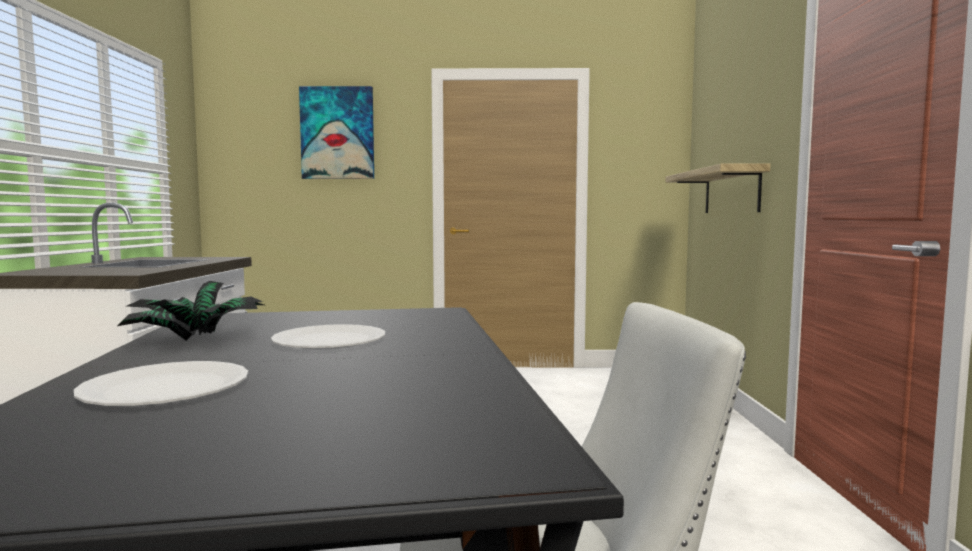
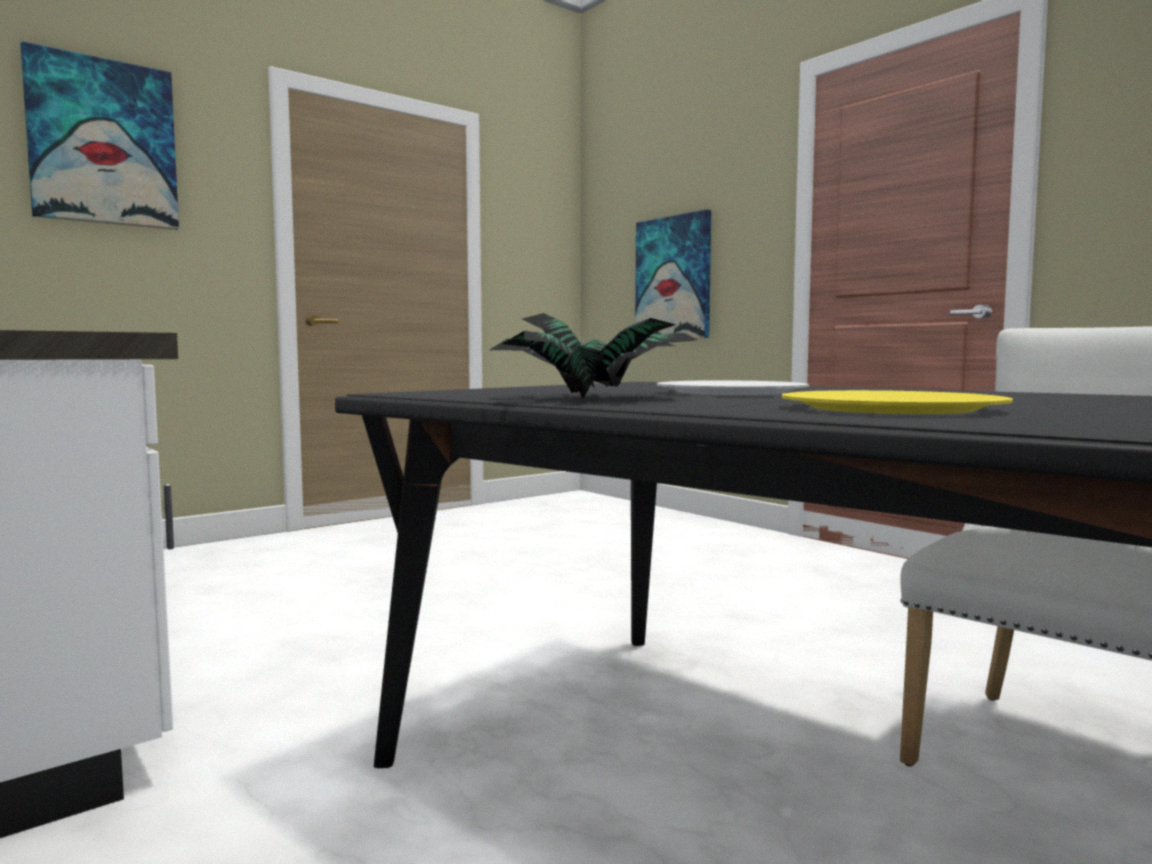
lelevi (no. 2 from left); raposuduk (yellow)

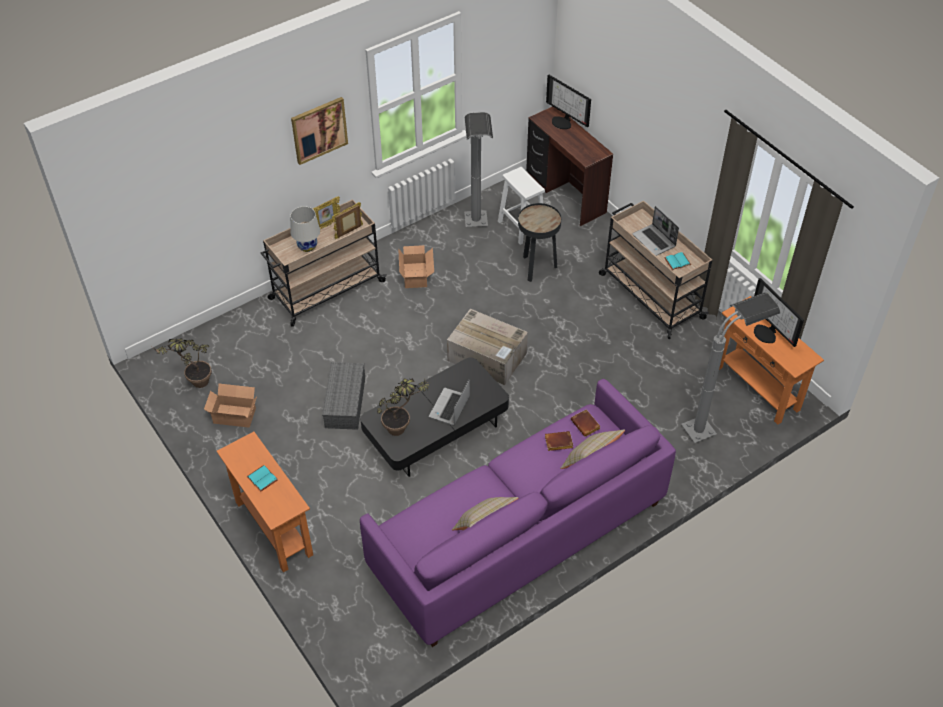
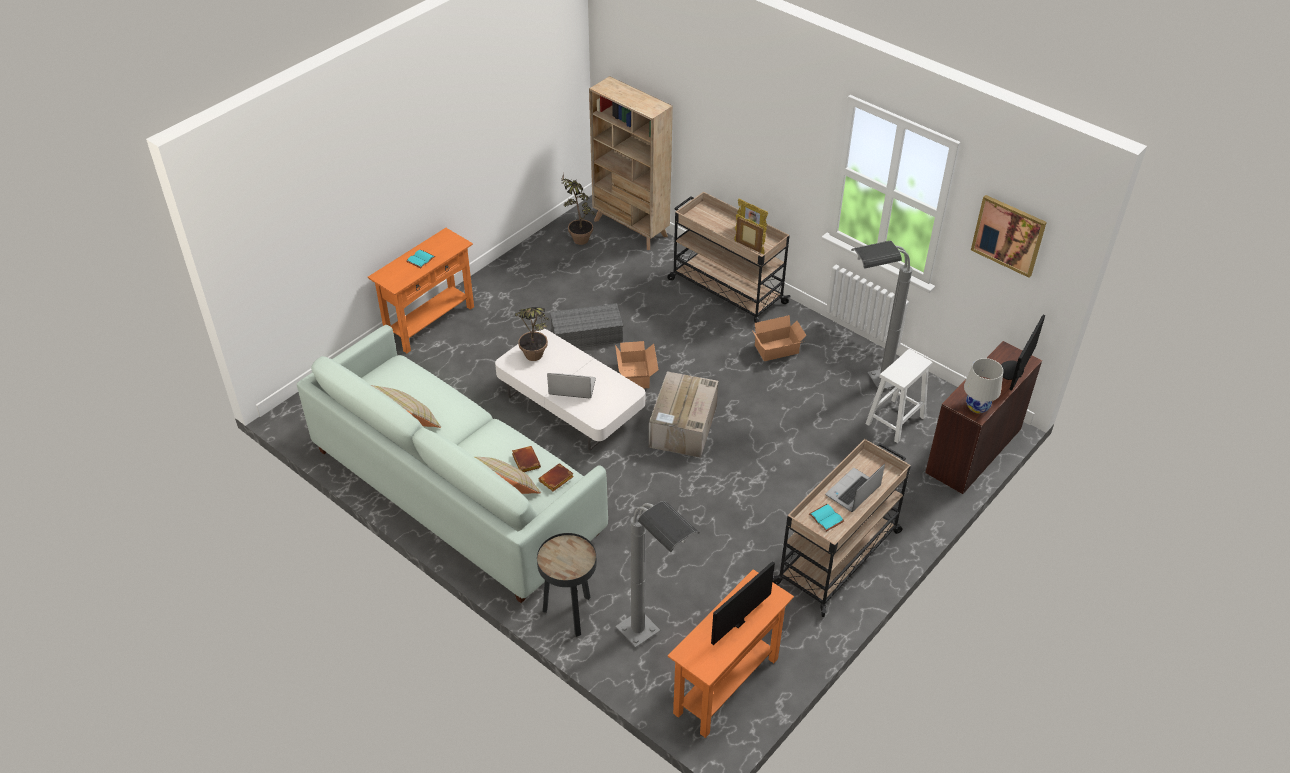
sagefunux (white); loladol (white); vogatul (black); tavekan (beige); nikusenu (no. 1 from left); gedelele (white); lelevi

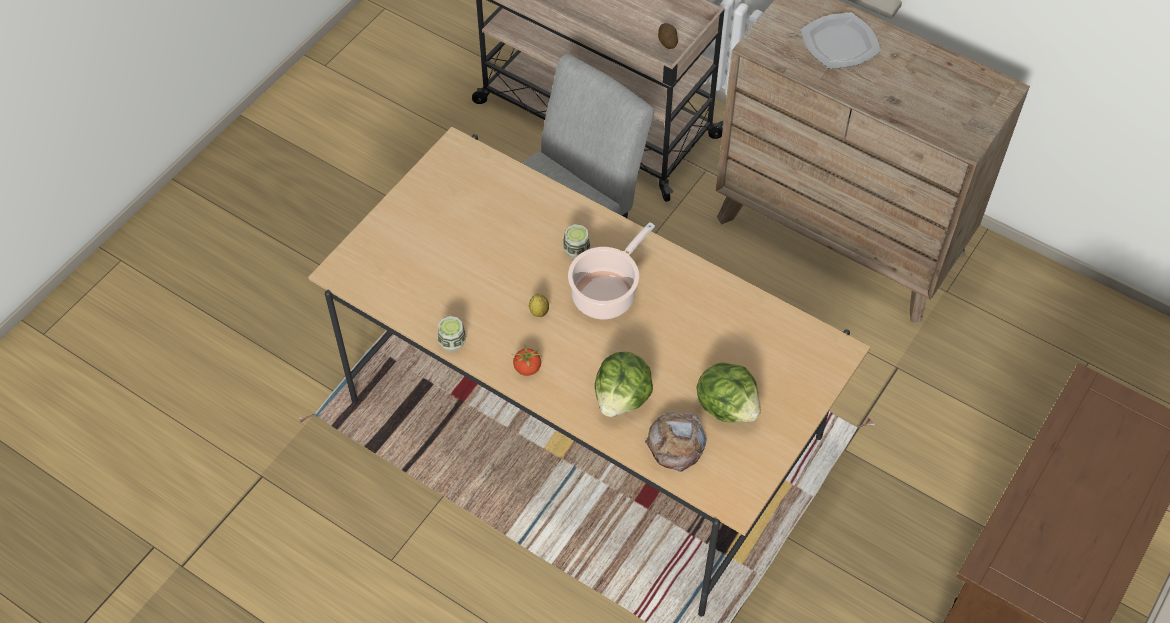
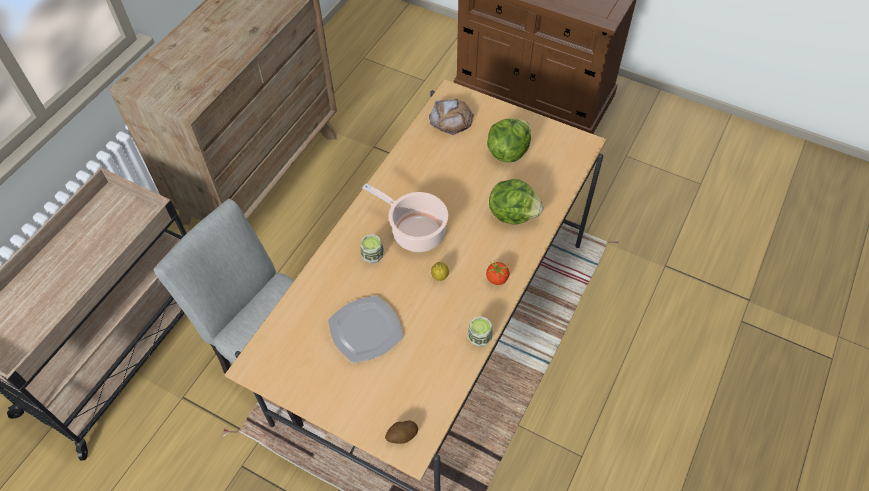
raposuduk; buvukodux; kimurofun

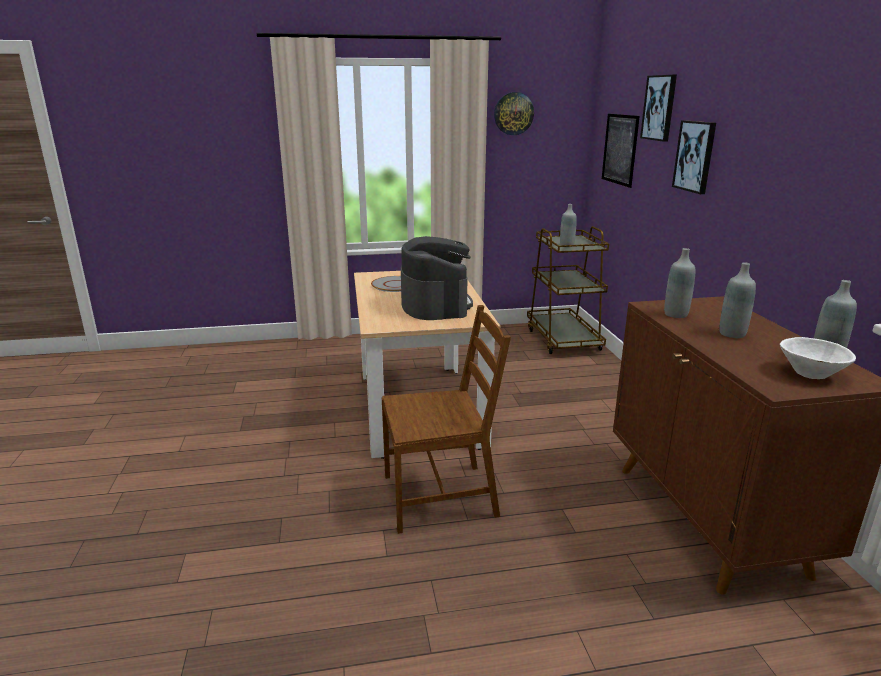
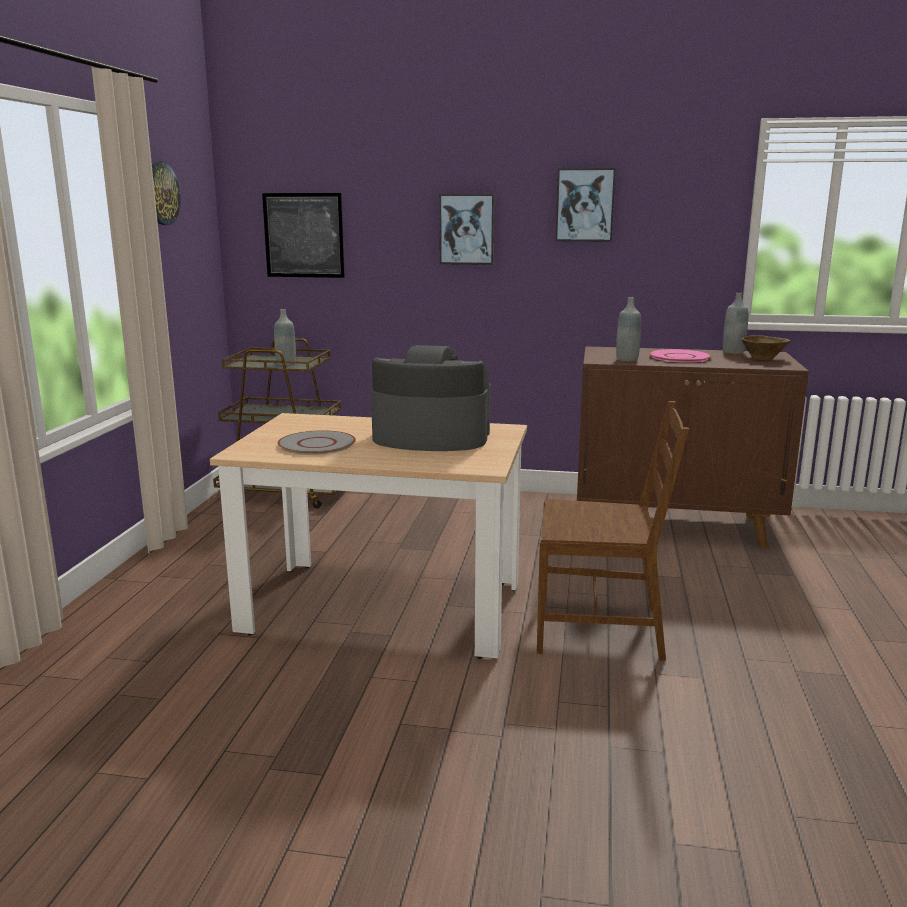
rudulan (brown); lelevi (no. 3 from left); raposuduk (pink); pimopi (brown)

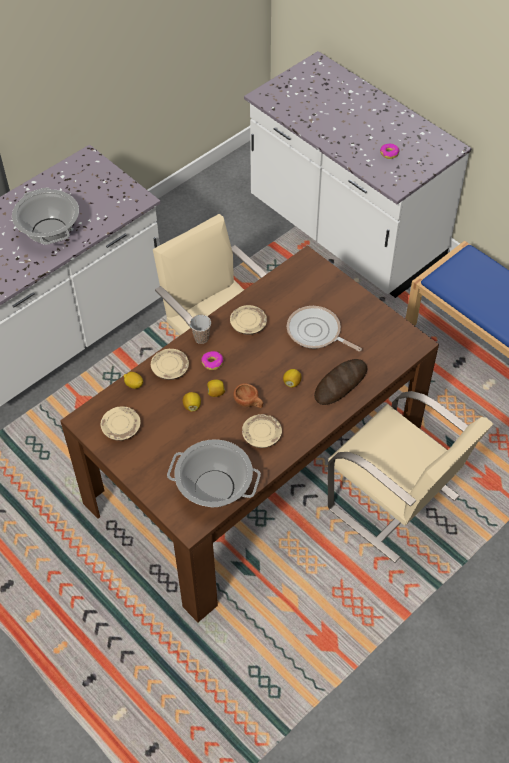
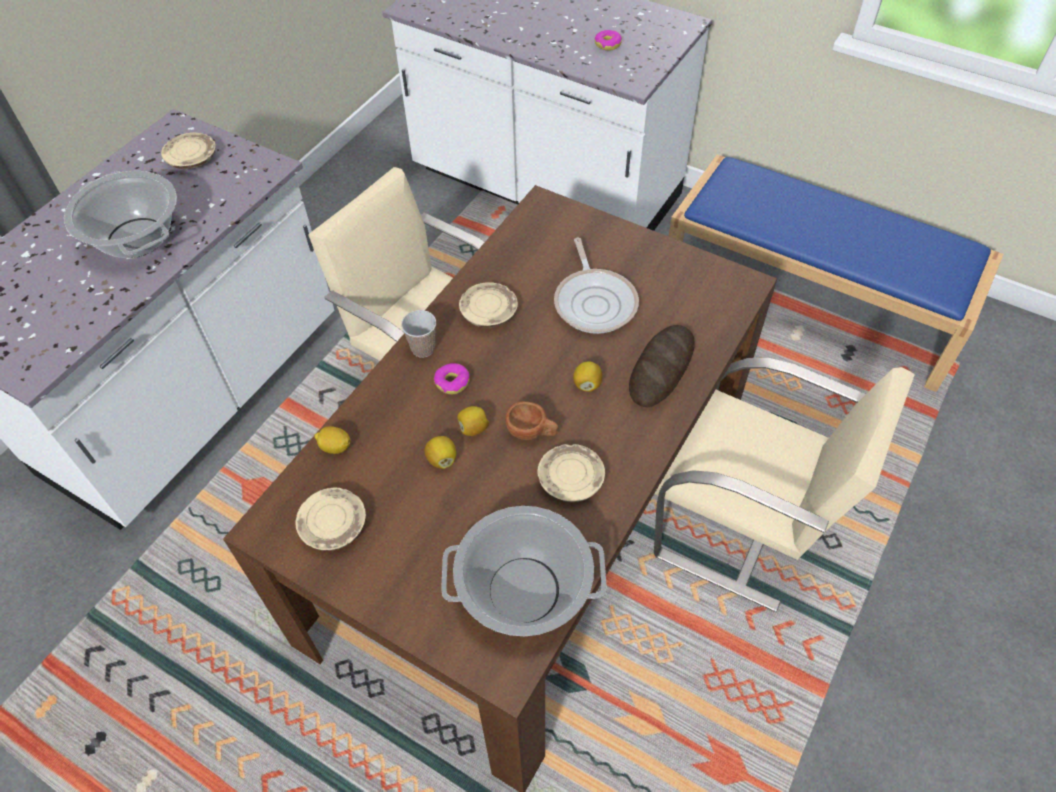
raposuduk (beige) (no. 1 from left); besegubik

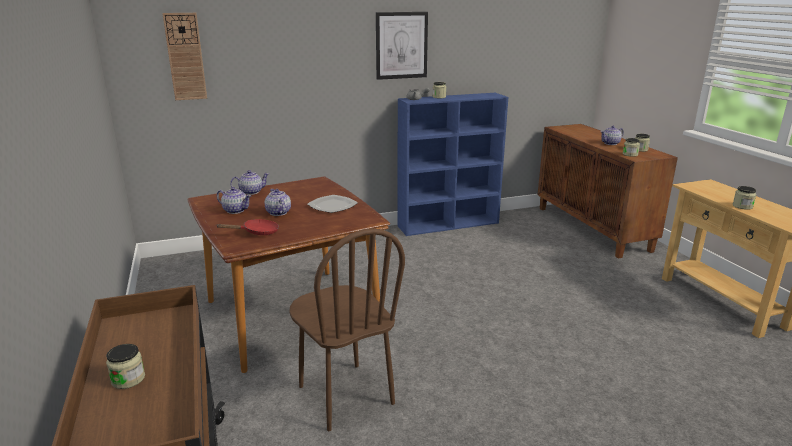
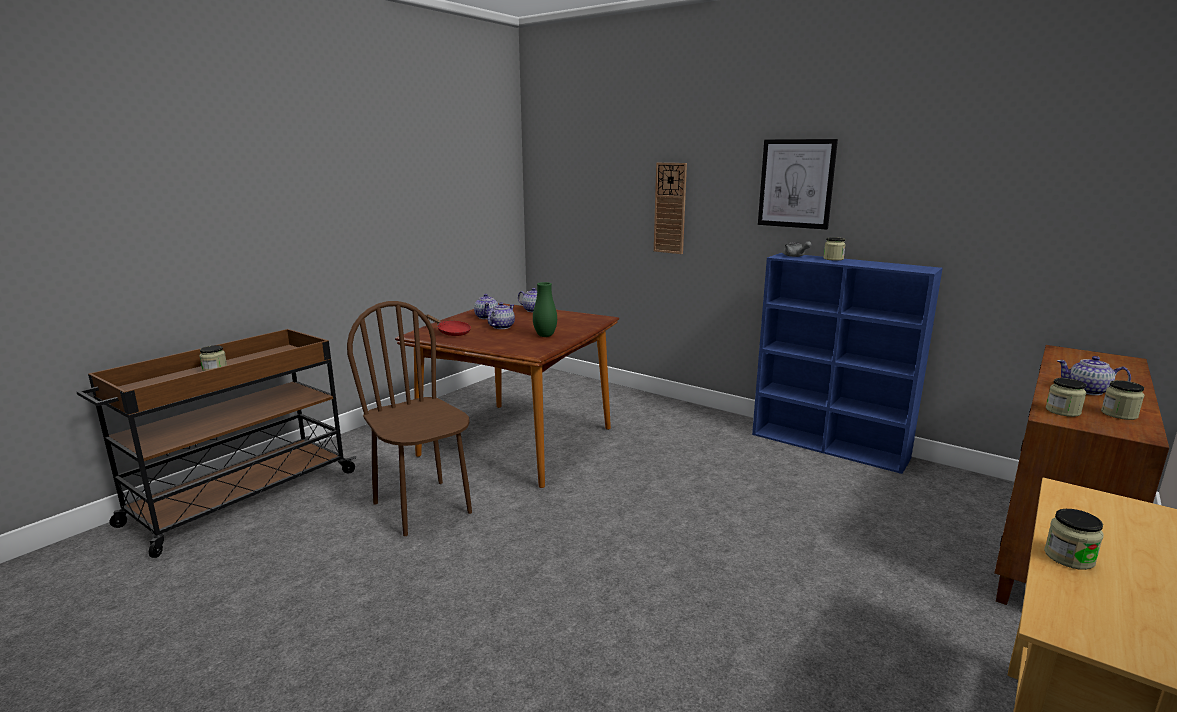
rudulan (brown); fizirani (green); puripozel

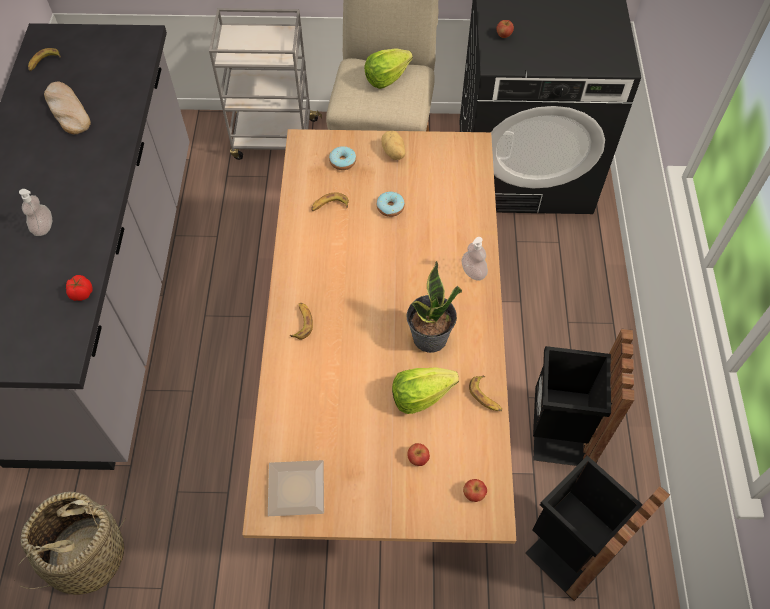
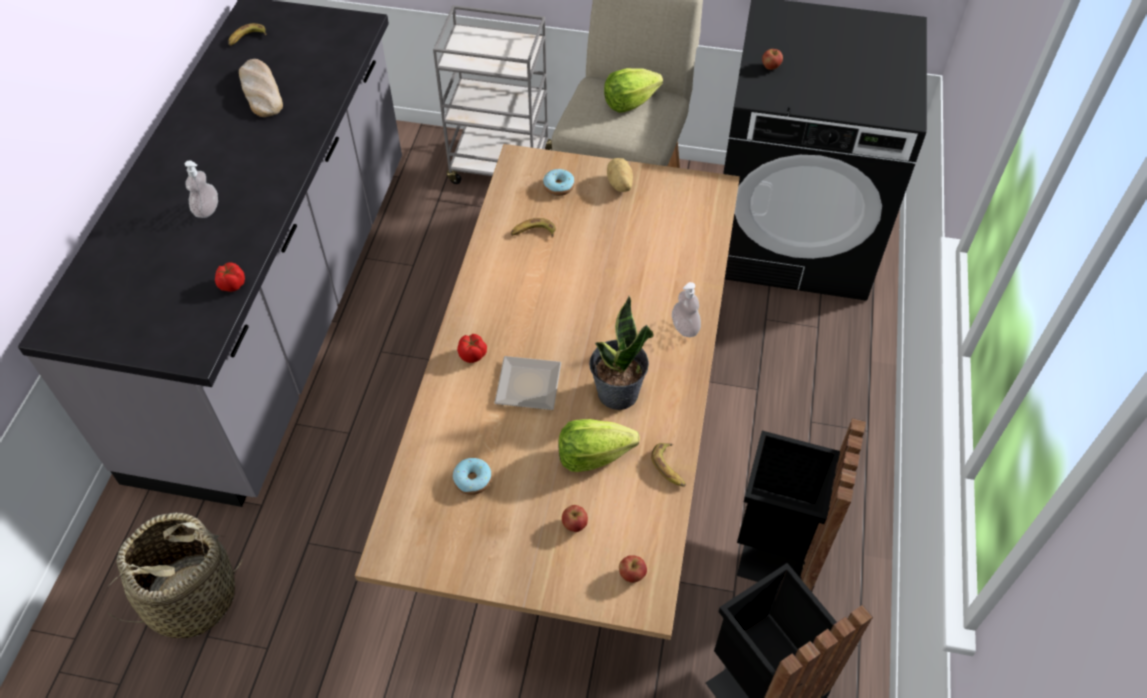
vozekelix (no. 1 from left); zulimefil (no. 2 from left); raposuduk

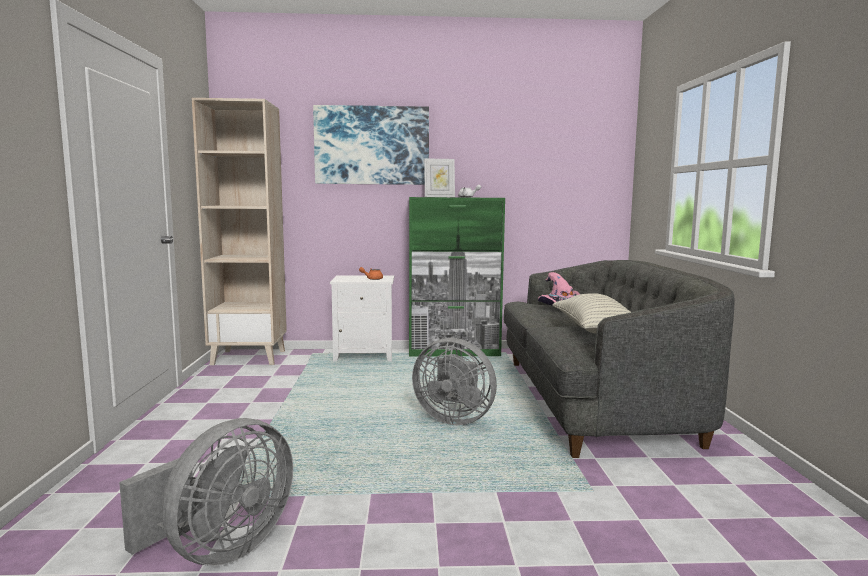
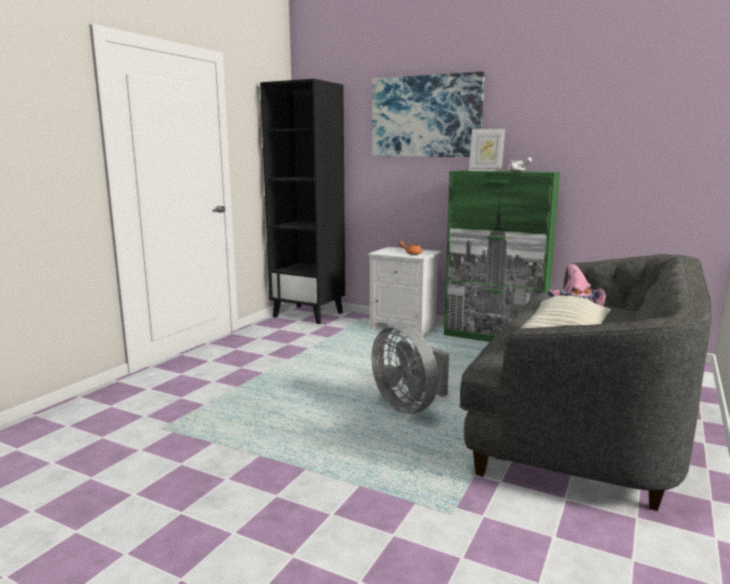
tavekan (black); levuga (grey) (no. 1 from left in the first image)

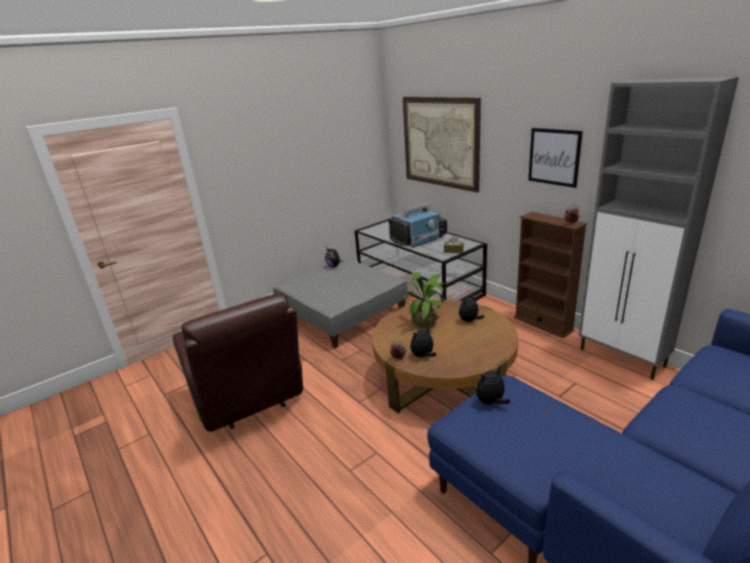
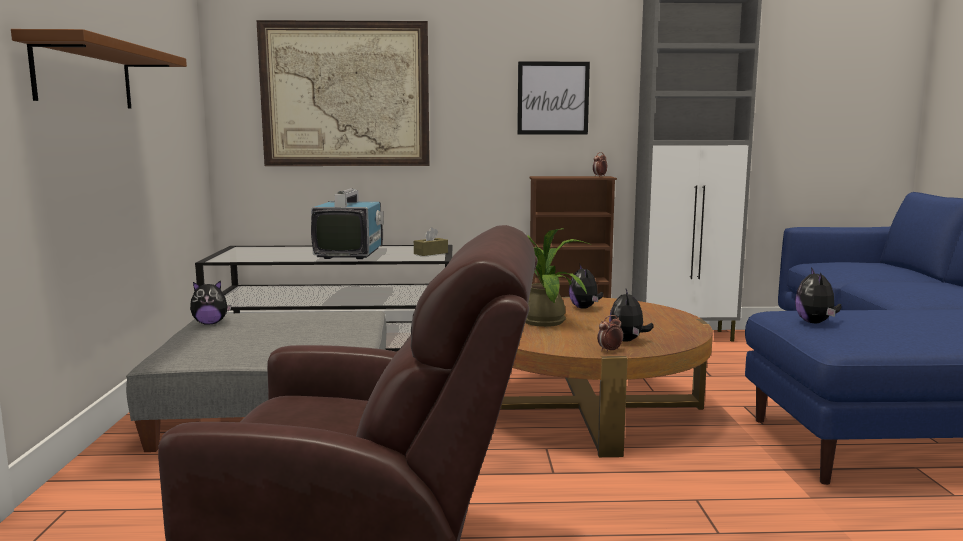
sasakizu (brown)

